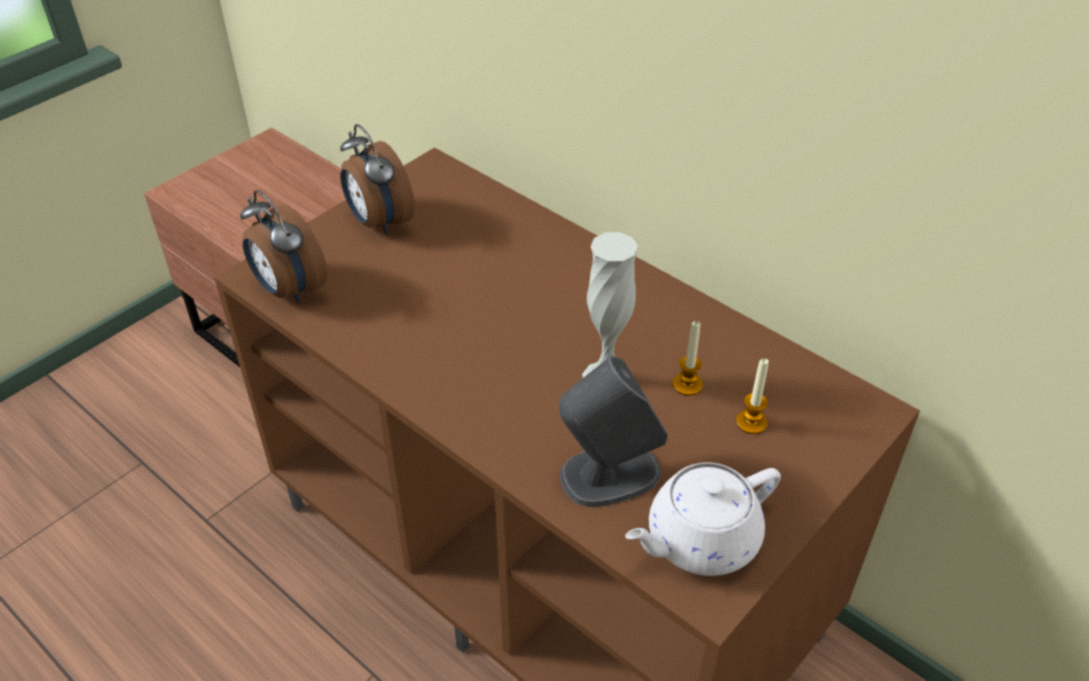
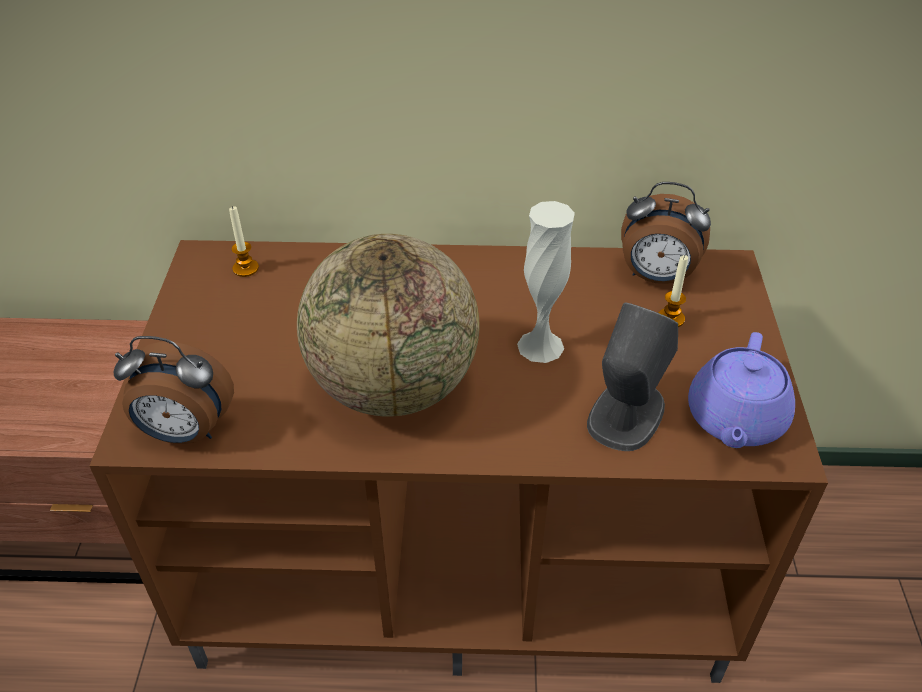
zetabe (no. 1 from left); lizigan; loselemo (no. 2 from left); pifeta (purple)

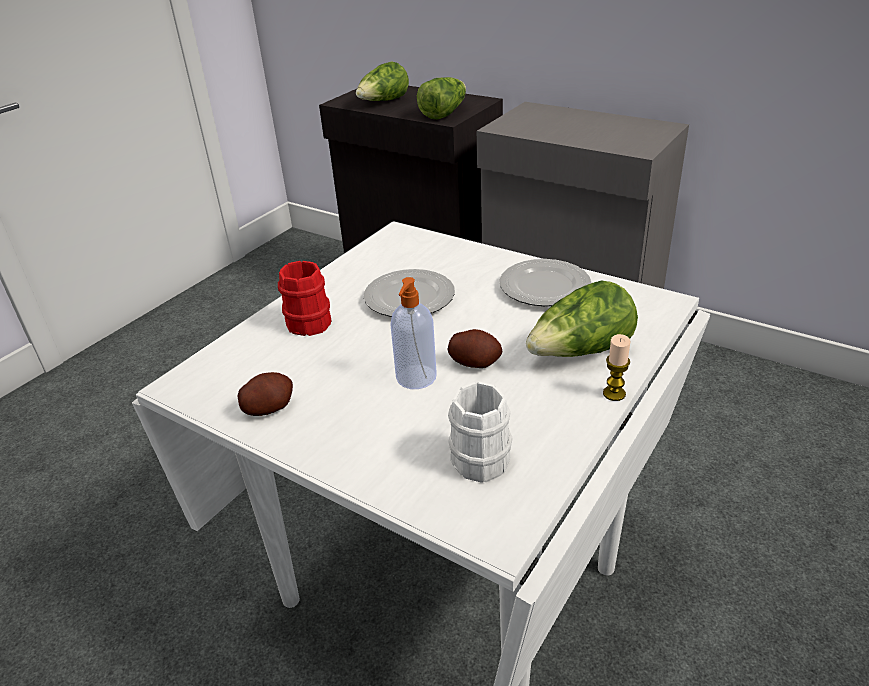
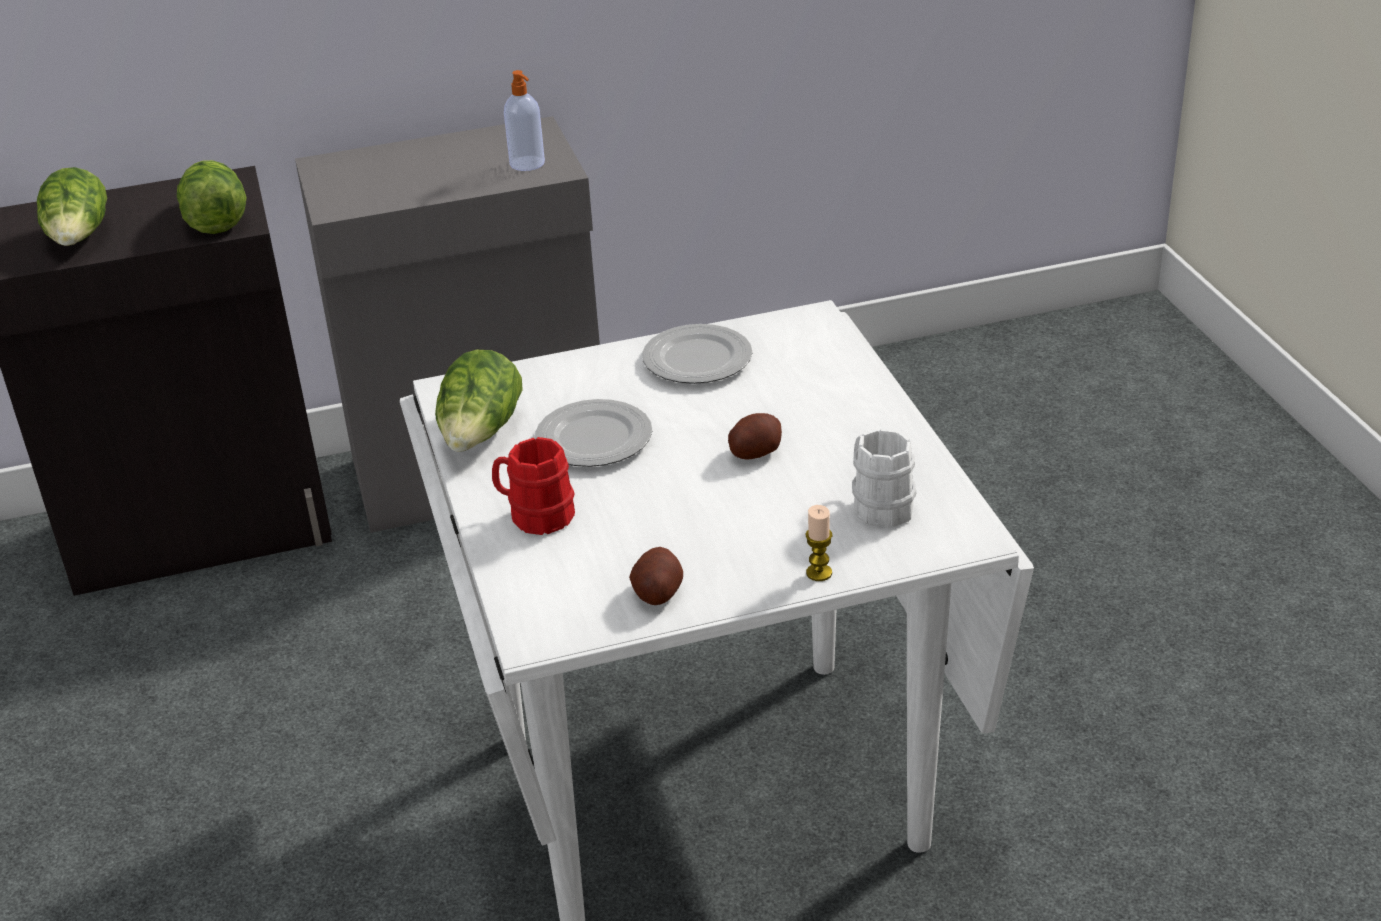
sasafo (no. 3 from left); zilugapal; zetabe

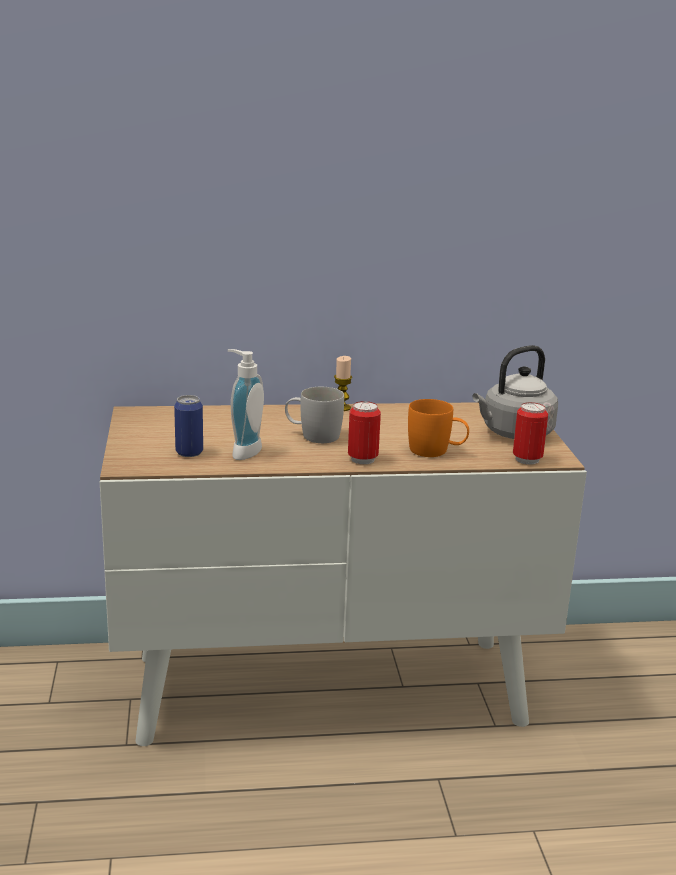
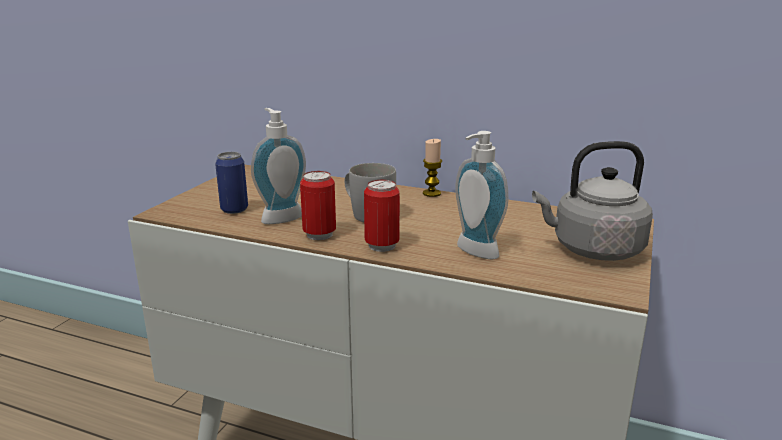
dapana (no. 2 from left); zilugapal (no. 2 from left)

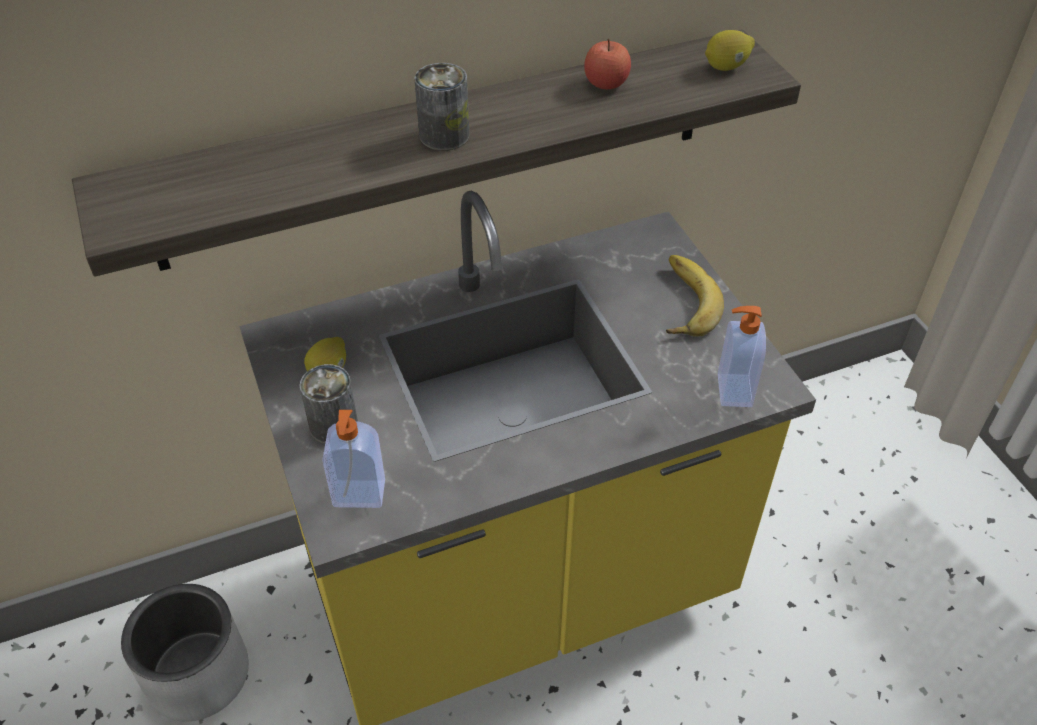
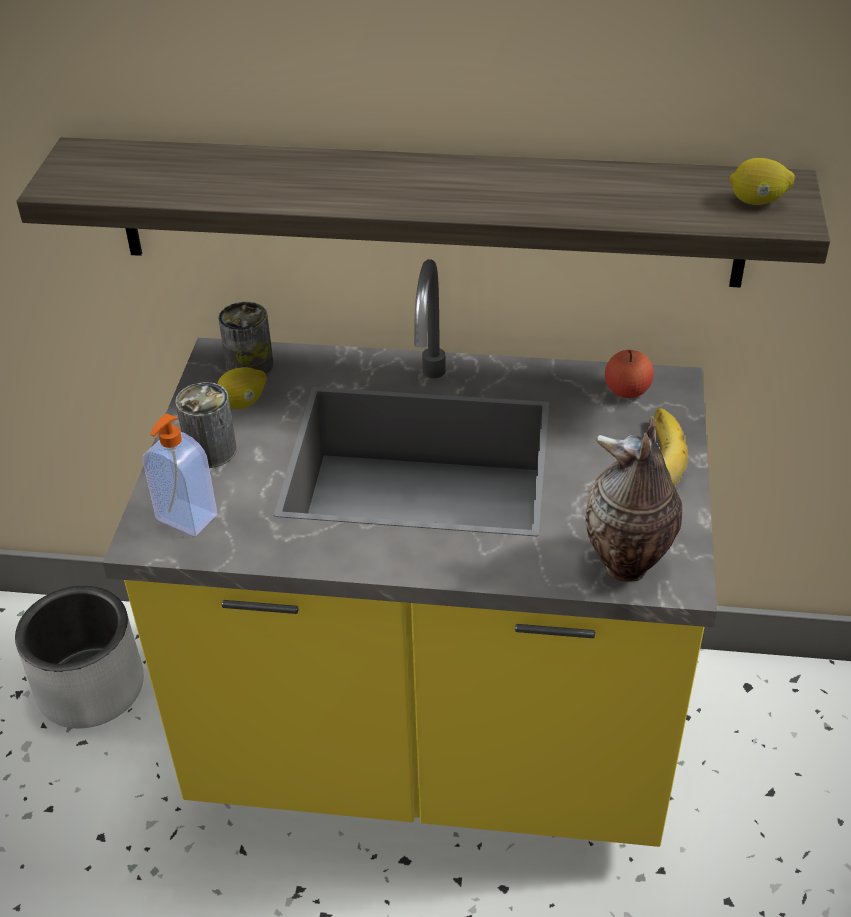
dapana (no. 2 from left); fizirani; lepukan

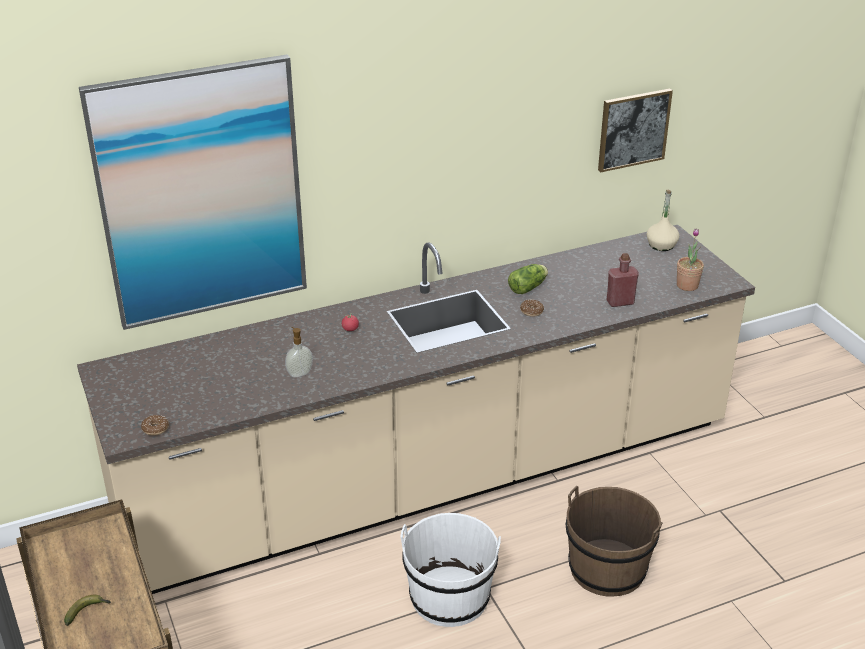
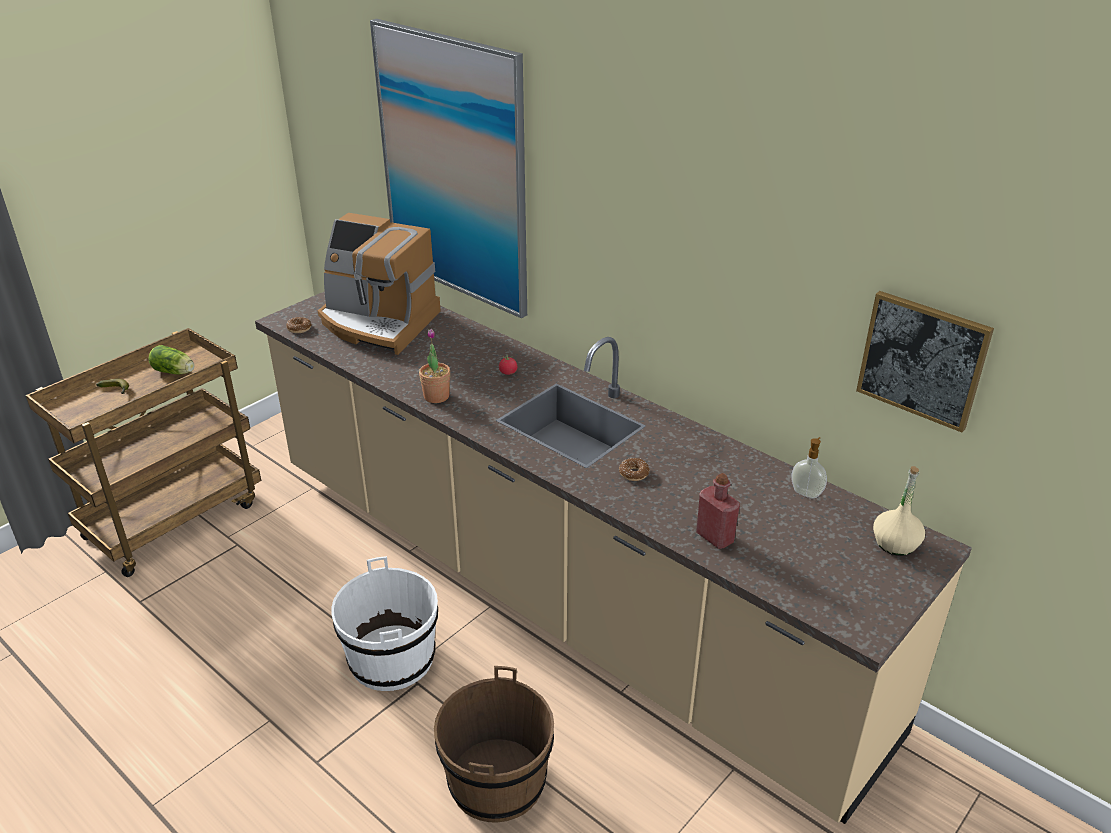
sasafo; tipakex; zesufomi; zilugapal

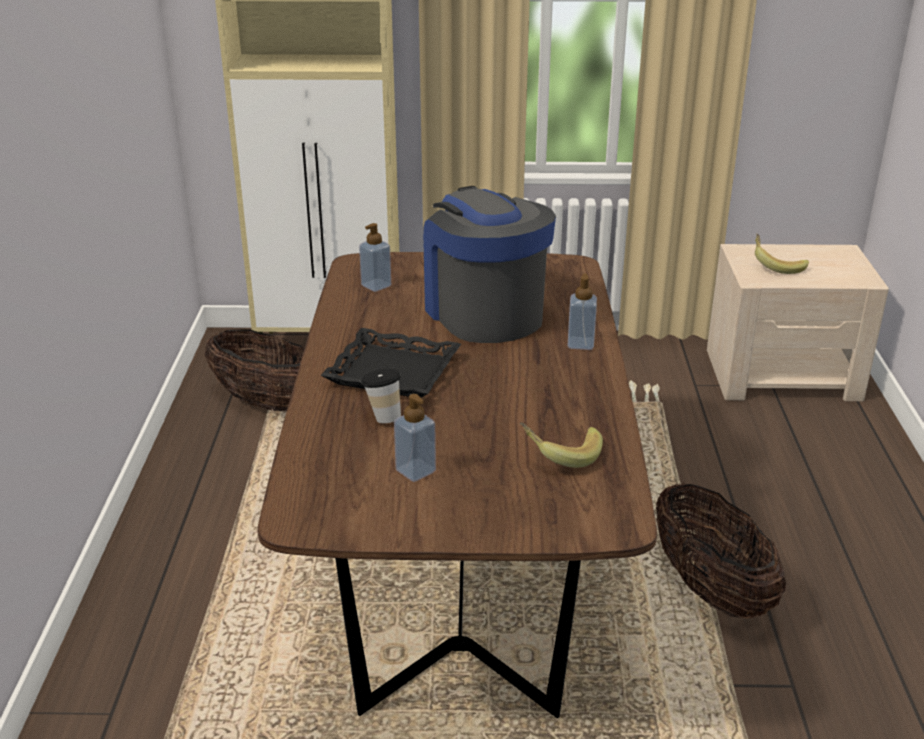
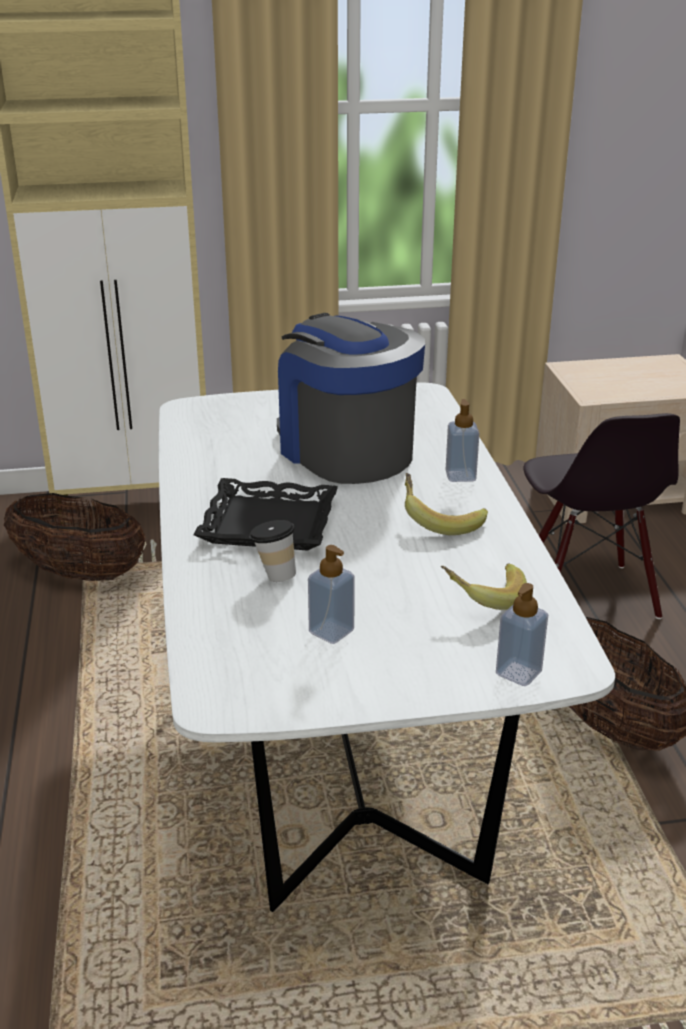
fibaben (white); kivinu (no. 1 from left); zilugapal (no. 3 from left); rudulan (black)

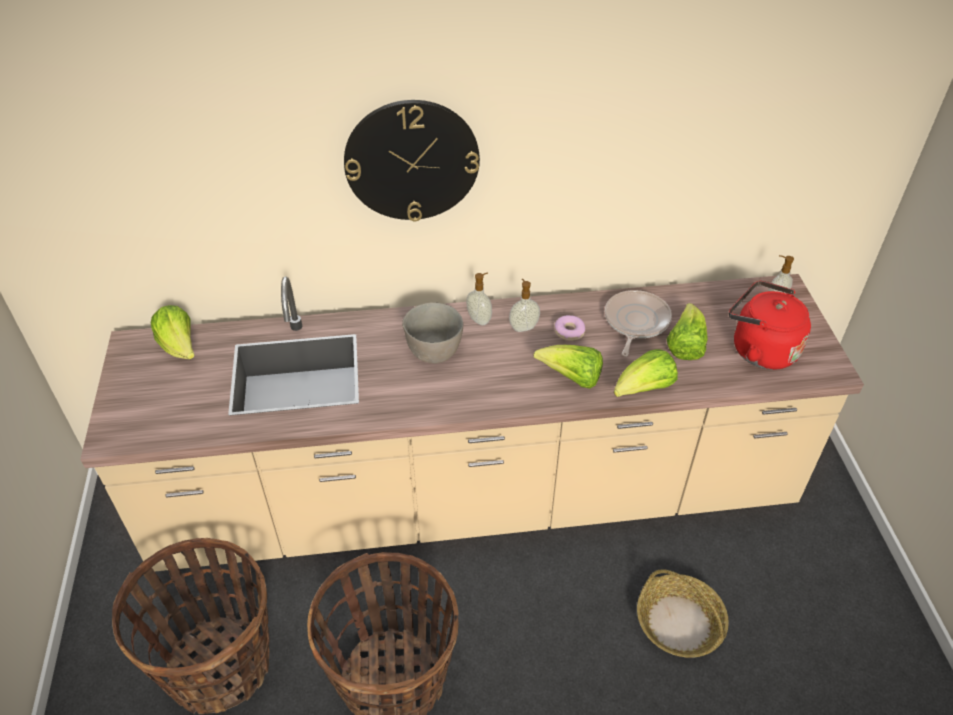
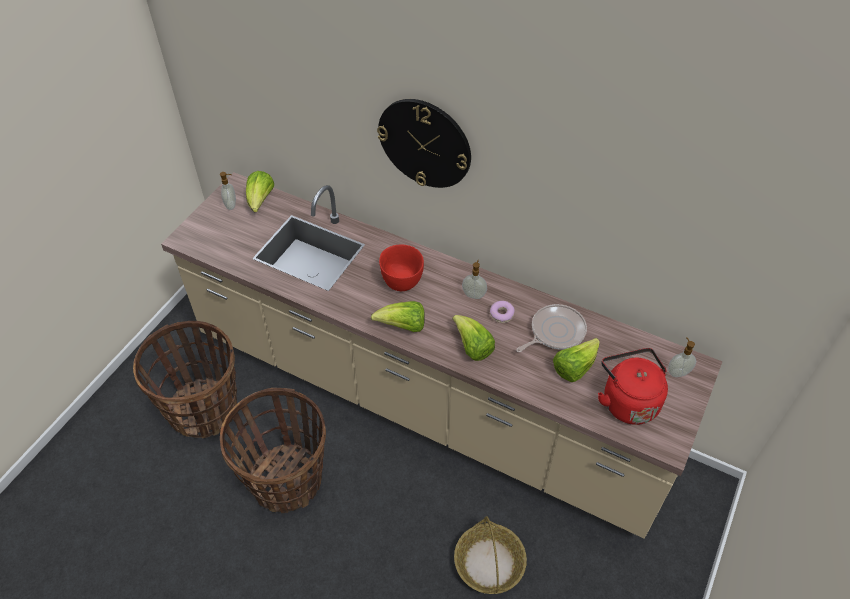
zilugapal (no. 1 from left); sasafo (no. 2 from left); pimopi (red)

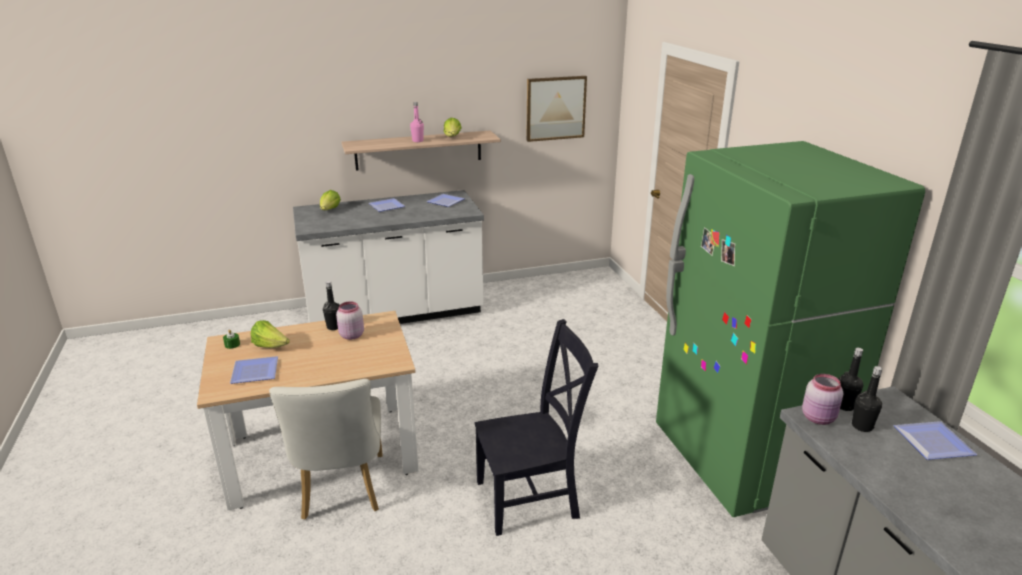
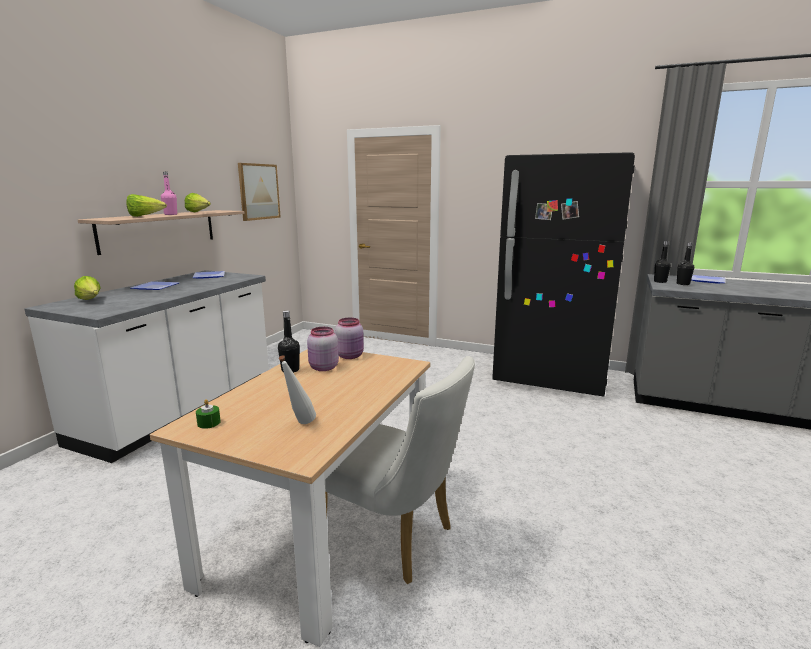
sasafo (no. 2 from left); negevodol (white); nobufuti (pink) (no. 2 from left); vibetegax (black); rudulan (black)

